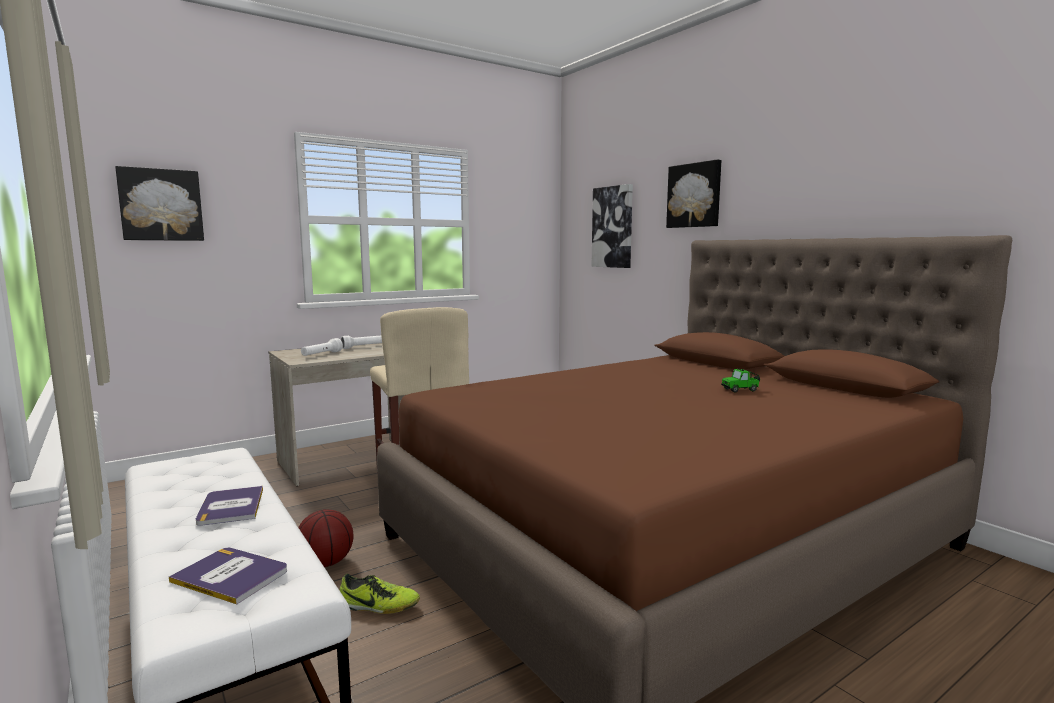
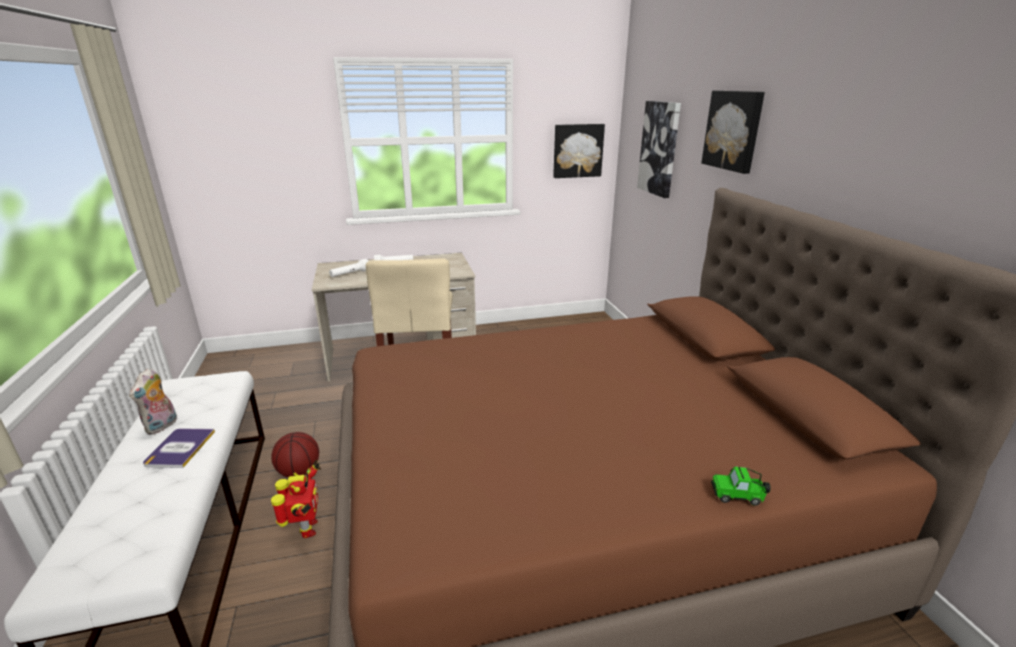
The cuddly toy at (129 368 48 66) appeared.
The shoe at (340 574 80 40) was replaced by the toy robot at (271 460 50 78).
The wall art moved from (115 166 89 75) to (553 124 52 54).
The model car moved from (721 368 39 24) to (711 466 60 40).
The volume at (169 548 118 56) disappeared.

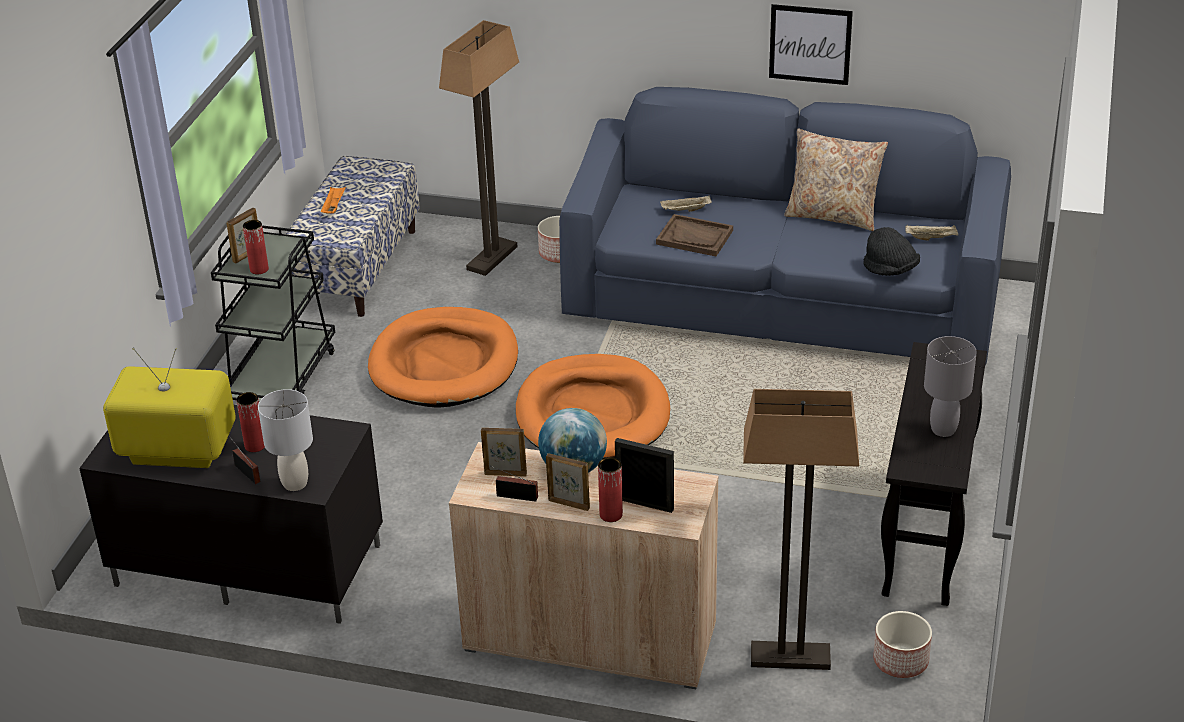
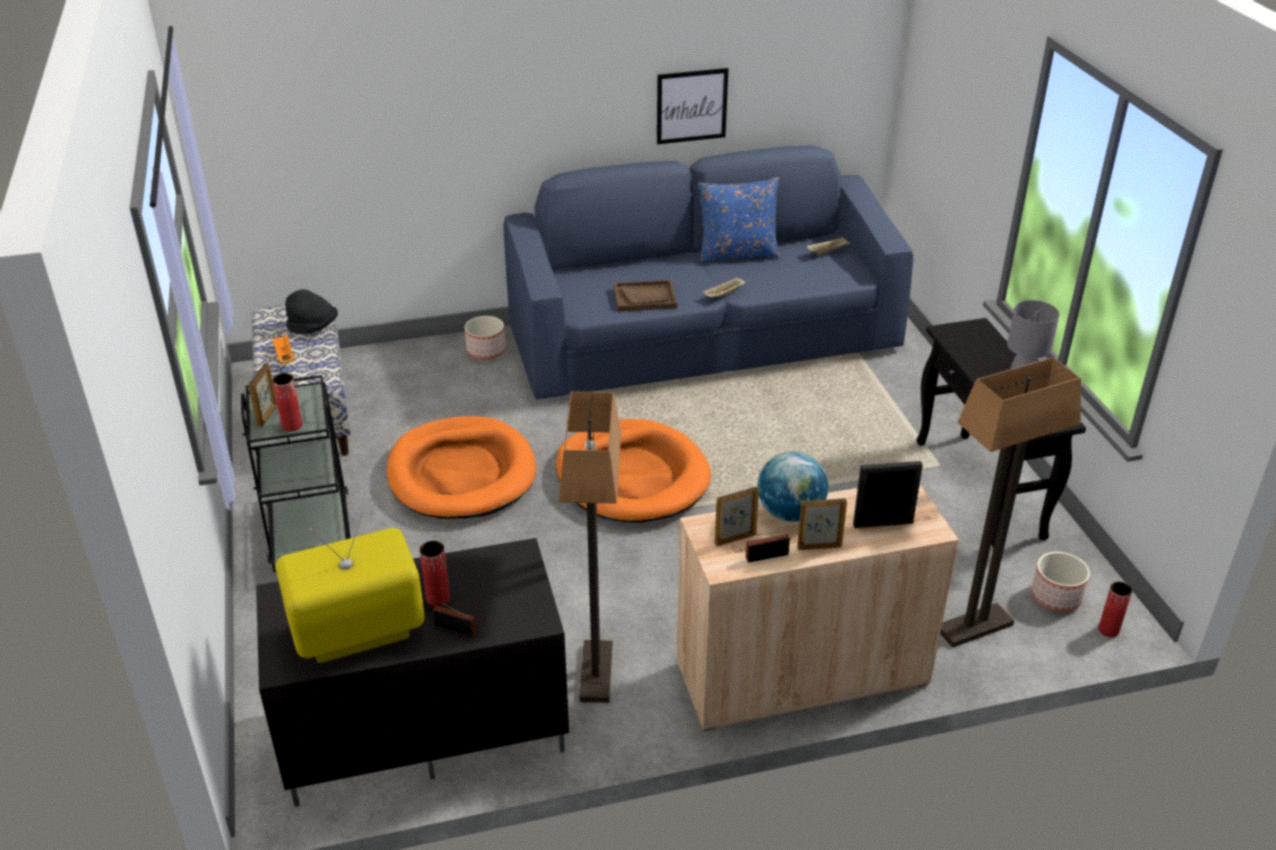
The clothing hat (blackish) moved from (863 227 57 49) to (285 289 53 45).
The standard lamp moved from (439 20 80 256) to (558 392 63 311).
The throw pillow (beige-coloured) at (784 129 104 102) became the throw pillow (bluish) at (698 177 82 86).
The carrying tray (beige-coloured) moved from (660 195 52 17) to (703 276 42 22).
The flower vase (red-coloured) moved from (598 458 25 64) to (1098 582 34 55).
The tabletop lamp (gray) at (258 389 55 102) disappeared.

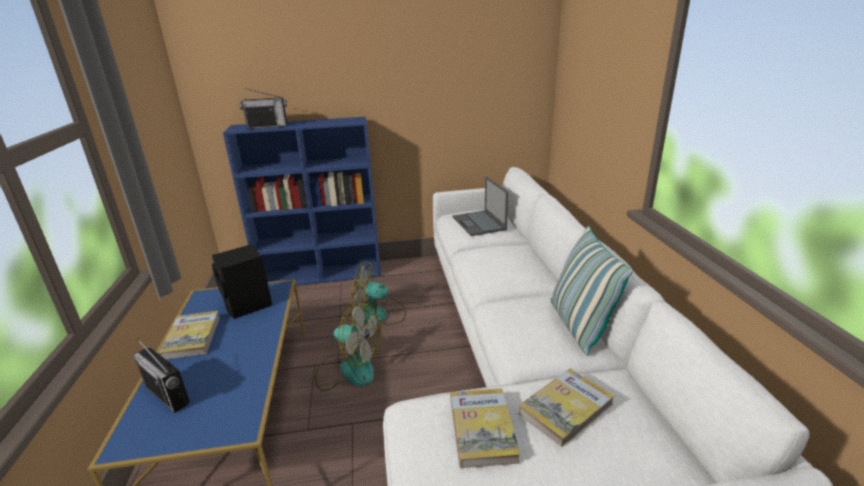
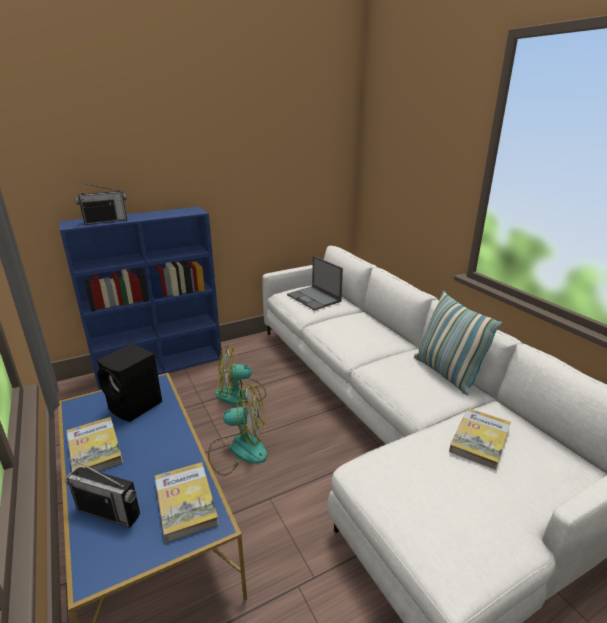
The volume moved from (450 388 71 80) to (155 462 64 80).

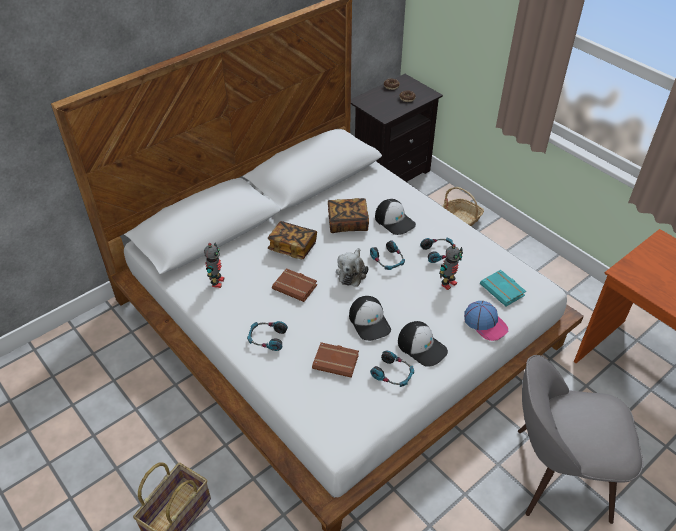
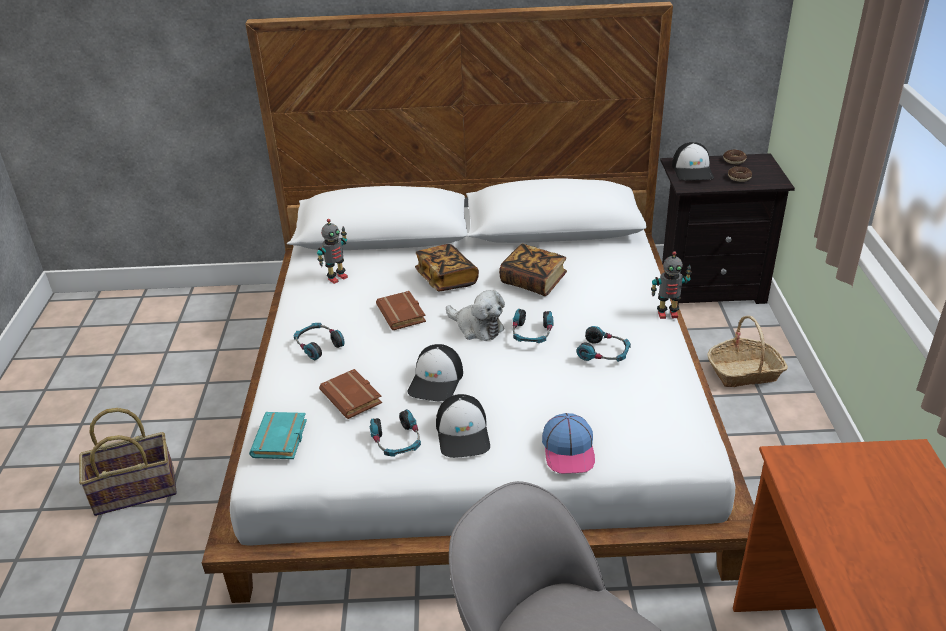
The volume (blue-green) moved from (480 270 46 36) to (249 412 58 47).
The cuddly toy at (336 248 32 39) turned 105 degrees counterclockwise.
The toy robot moved from (439 244 24 46) to (651 251 41 68).
The baseball cap moved from (375 199 41 36) to (672 142 42 38).

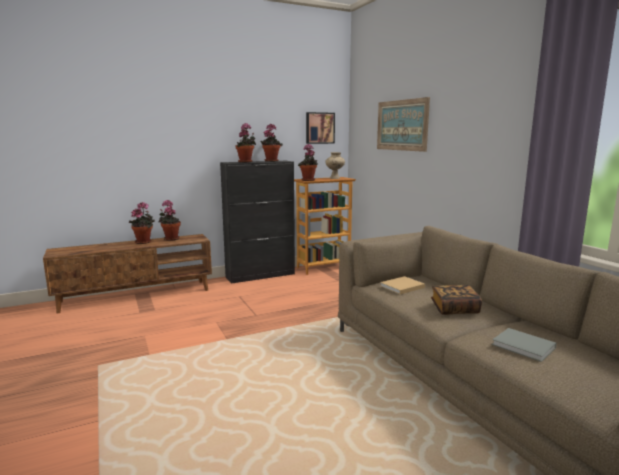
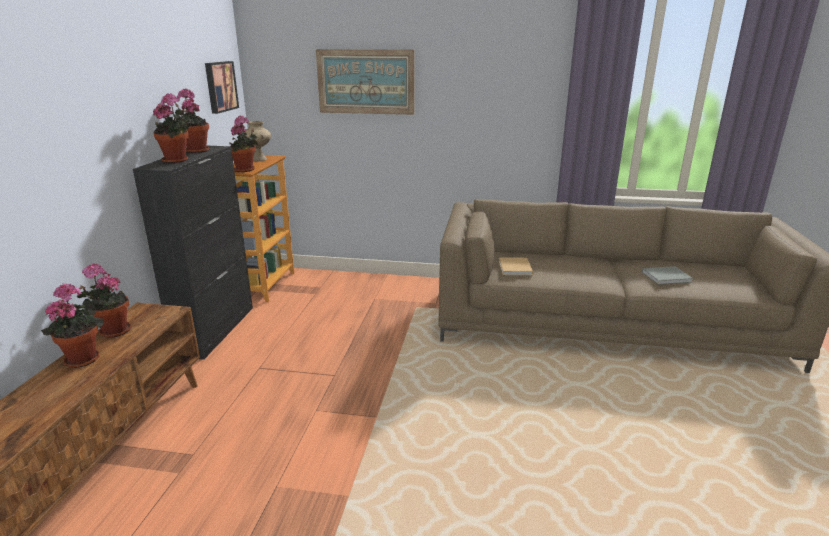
The volume at (431 285 51 30) disappeared.

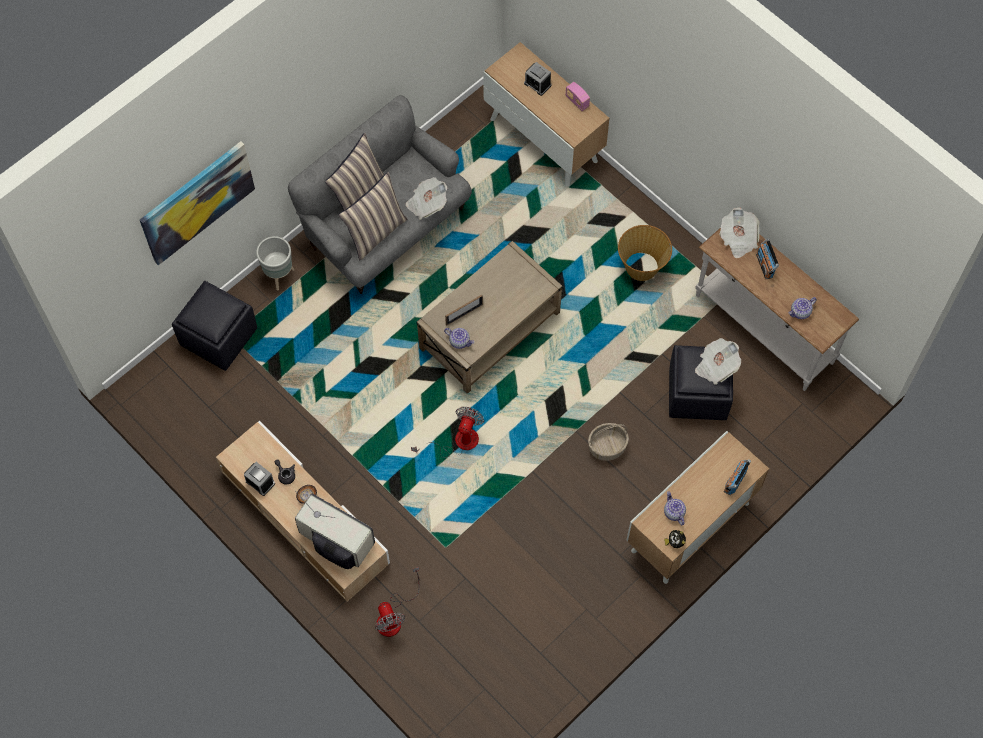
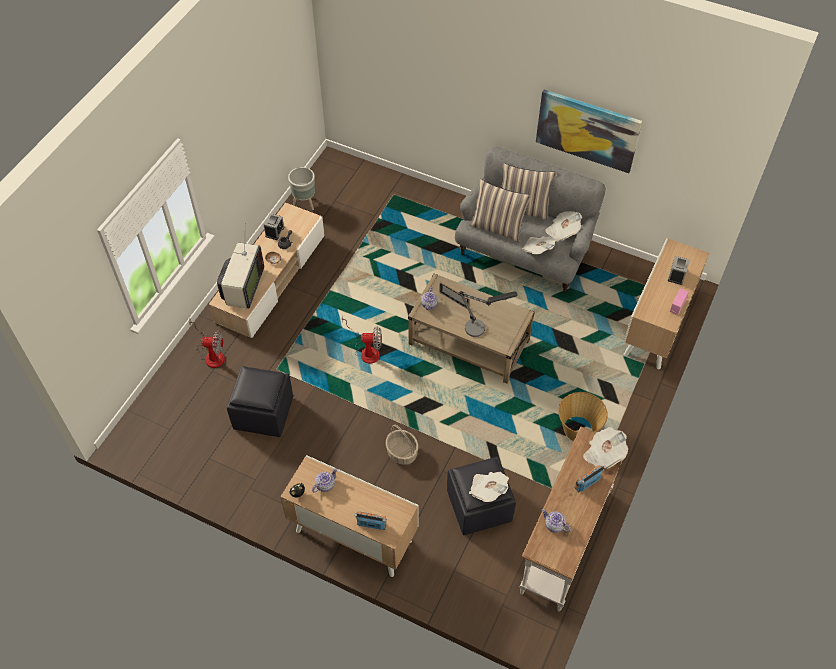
The fan at (375 567 45 70) turned 135 degrees counterclockwise.
The pouffe (blackish) moved from (172 281 85 90) to (227 366 66 71).
The flower pot (gray) moved from (256 236 39 54) to (288 167 27 43).
The tabletop lamp at (459 291 59 46) appeared.
The wall art moved from (140 141 115 124) to (536 90 106 83).
The printed paper at (546 211 36 31) appeared.

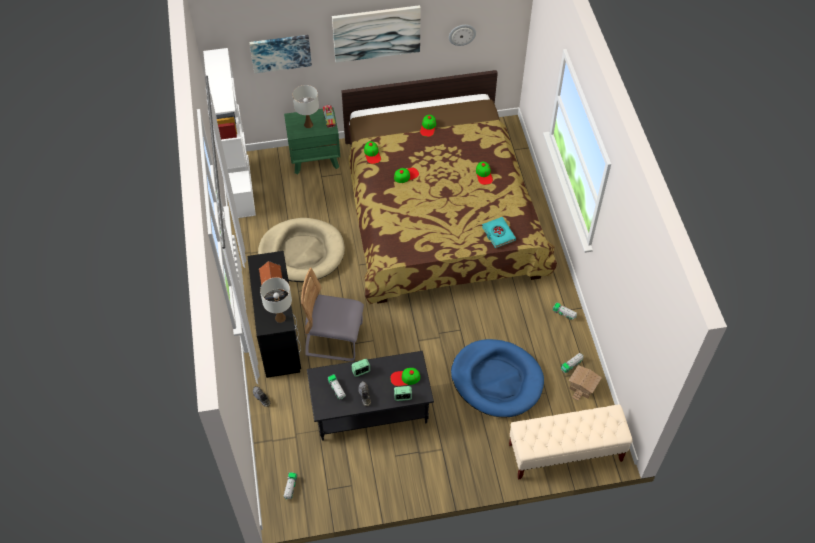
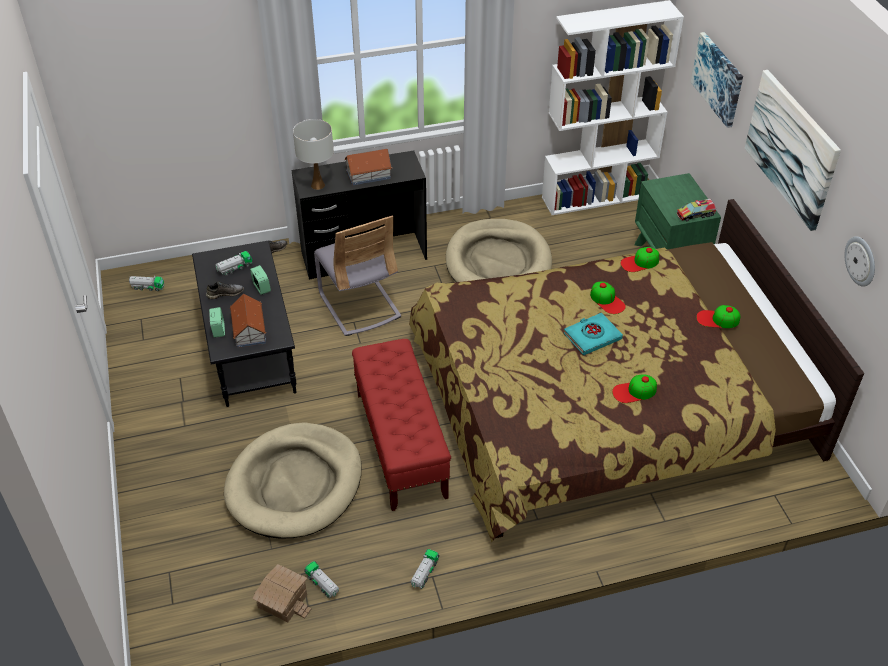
The dog bed (bluish) at (451 339 93 79) became the dog bed (beige-coloured) at (224 422 138 116).
The baseball cap at (390 368 30 18) was replaced by the toy house at (230 294 36 54).
The upright chair (gray) at (301 268 63 93) turned 150 degrees clockwise.
The long seat (red-coloured) at (352 339 99 172) appeared.
The volume (blue-green) moved from (482 217 34 31) to (564 313 59 42).
The tabletop lamp (whitish) at (293 85 26 43) disappeared.
The long seat (beige-coloured) at (509 404 123 75) disappeared.

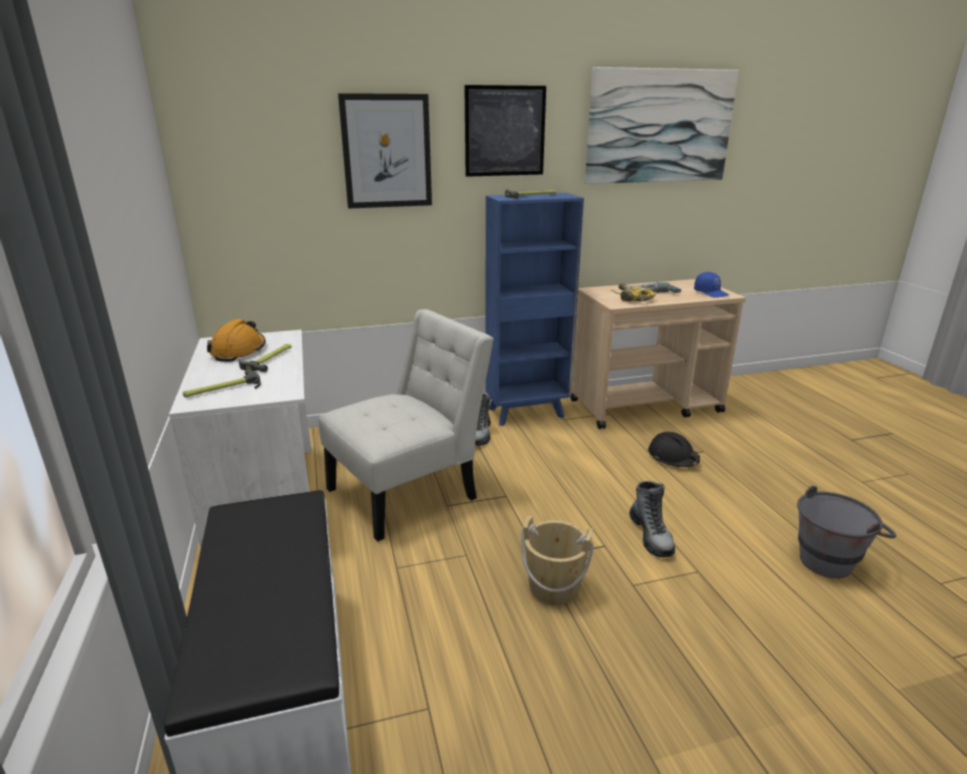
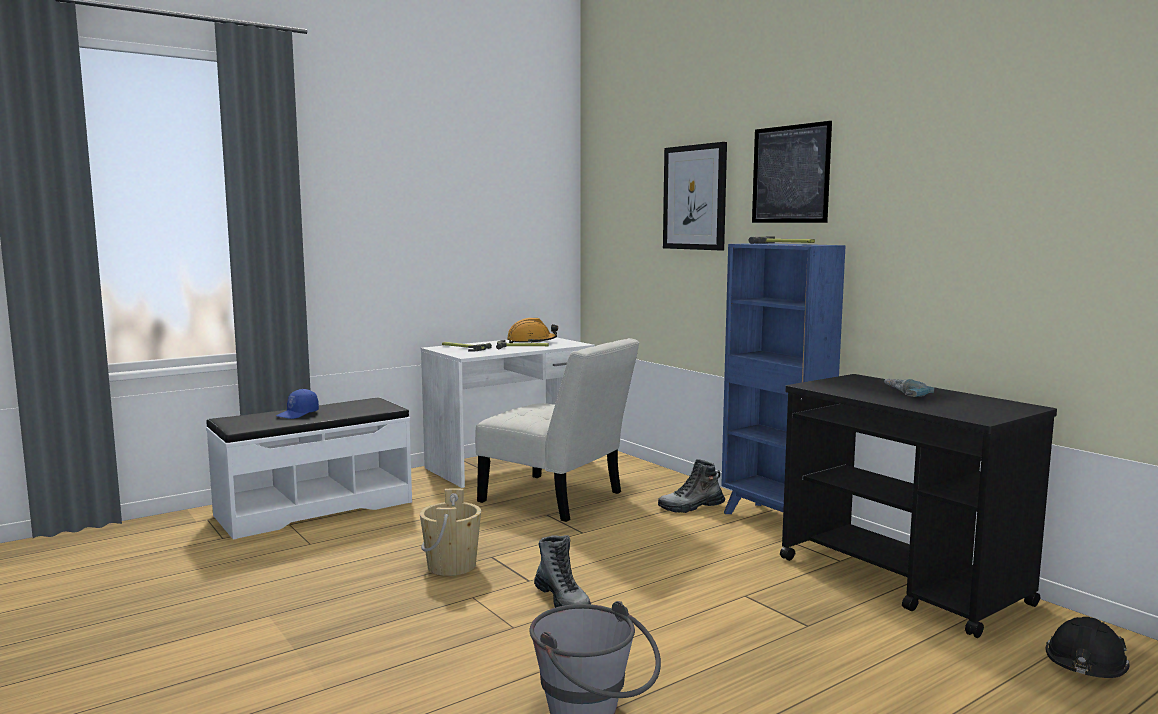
The baseball cap (bluish) moved from (694 272 35 26) to (276 389 43 30).
The boot at (629 481 46 76) turned 90 degrees counterclockwise.
The wheeled cart (beige-coloured) at (570 279 176 150) became the wheeled cart (blackish) at (780 374 277 264).
The hard hat (blackish) moved from (648 432 52 35) to (1045 617 85 61).
The wall art at (585 67 154 117) disappeared.
The drill at (610 283 46 19) disappeared.

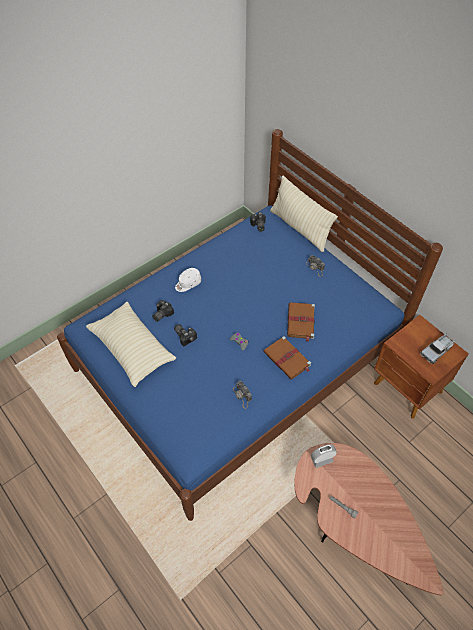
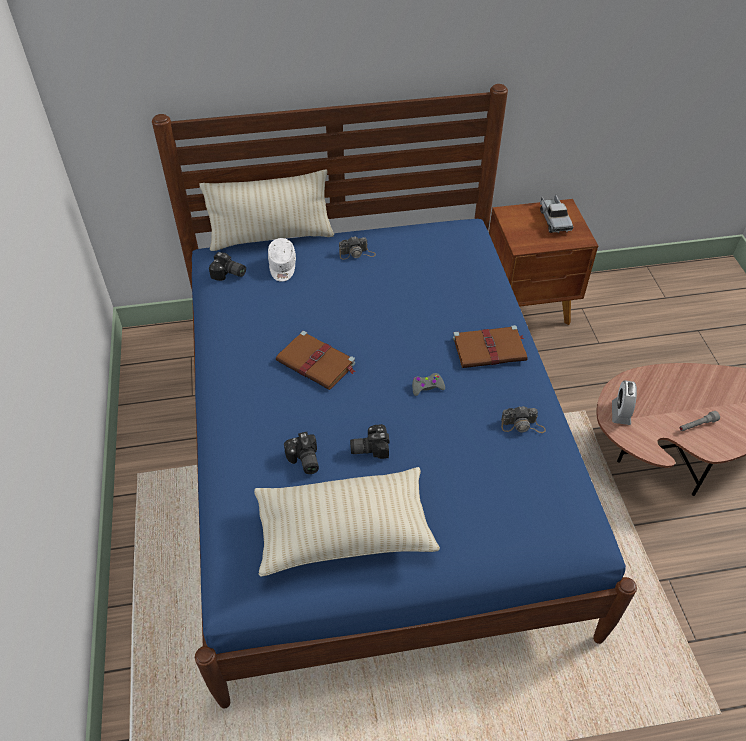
The baseball cap (whitish) moved from (175 268 26 24) to (268 238 28 44).
The volume (brown) moved from (287 302 28 40) to (276 331 80 59).

